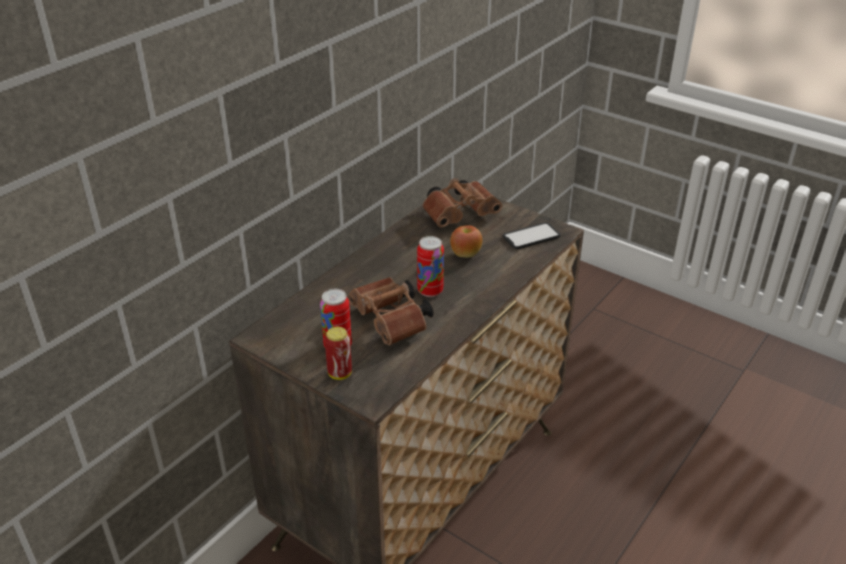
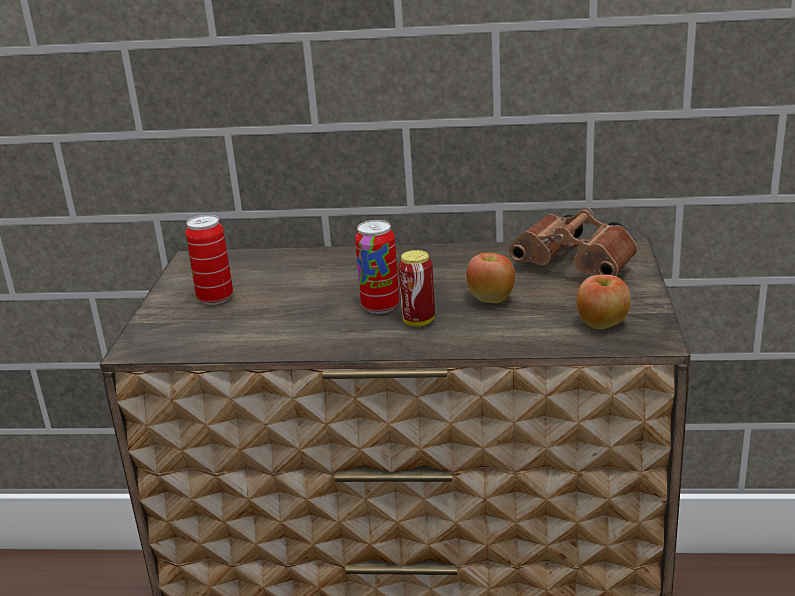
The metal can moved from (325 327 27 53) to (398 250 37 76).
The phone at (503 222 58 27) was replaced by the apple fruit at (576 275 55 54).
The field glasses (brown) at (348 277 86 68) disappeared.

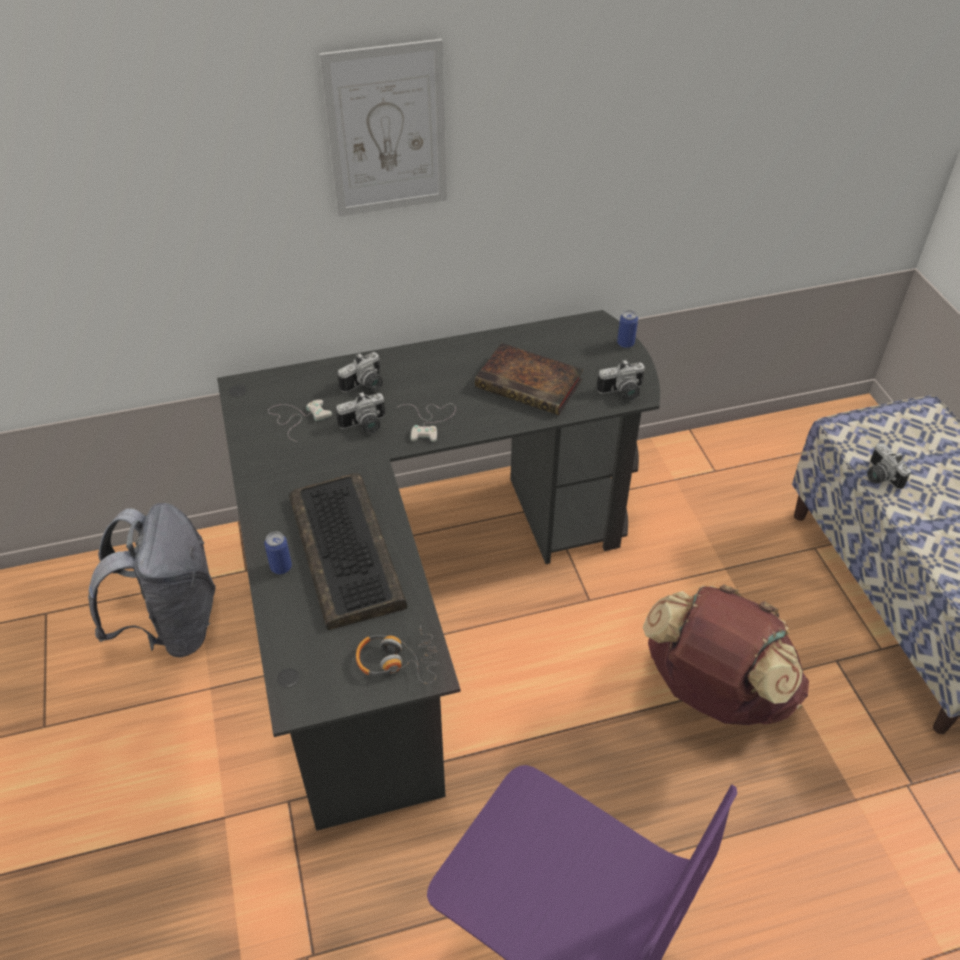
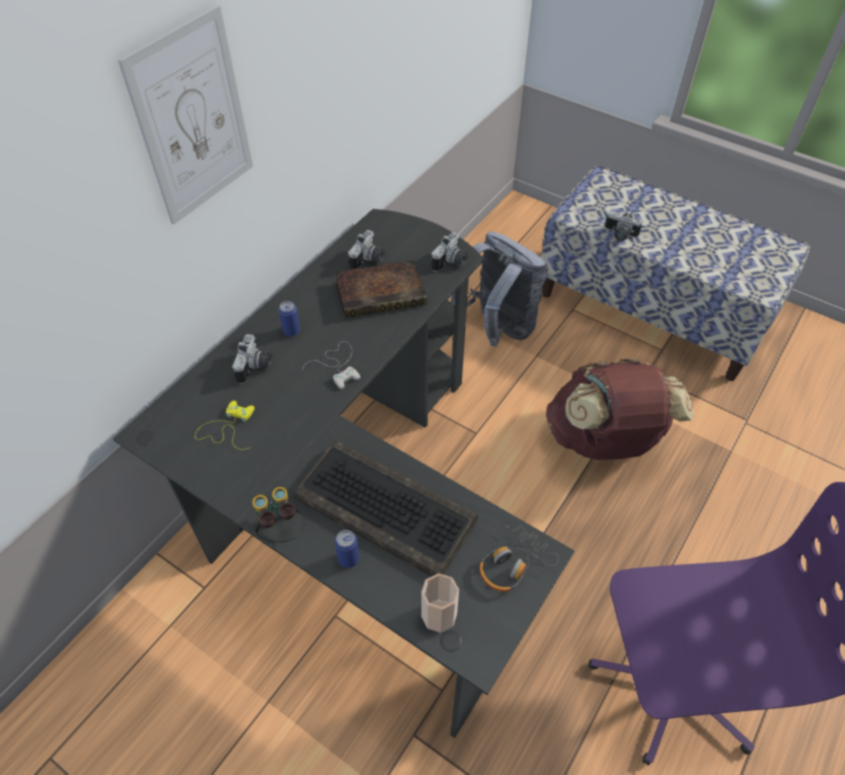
The game controller (whitish) at (268 399 64 43) became the game controller (yellowish) at (195 401 60 49).
The field glasses at (252 487 53 55) appeared.
The metal can moved from (617 310 21 38) to (279 301 21 36).
The photo camera moved from (336 392 49 41) to (348 230 37 40).
The cup at (421 573 38 60) appeared.
The knapsack (gray) moved from (88 503 127 155) to (451 232 97 115).

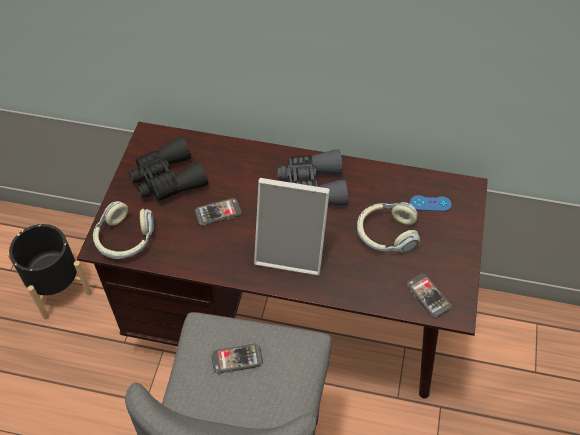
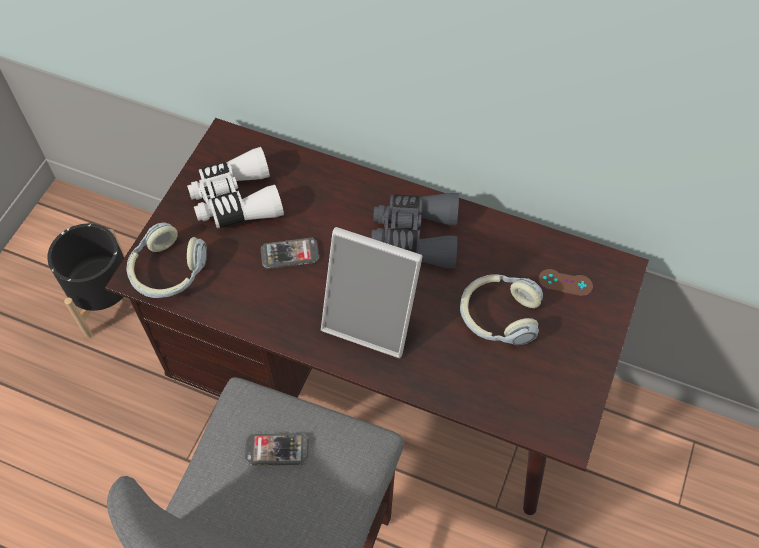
The field glasses (blackish) at (129 136 79 65) became the field glasses (whitish) at (187 147 97 82).
The game controller (bluish) at (410 195 42 16) became the game controller (brown) at (538 269 55 27).
The phone at (407 274 44 44) disappeared.

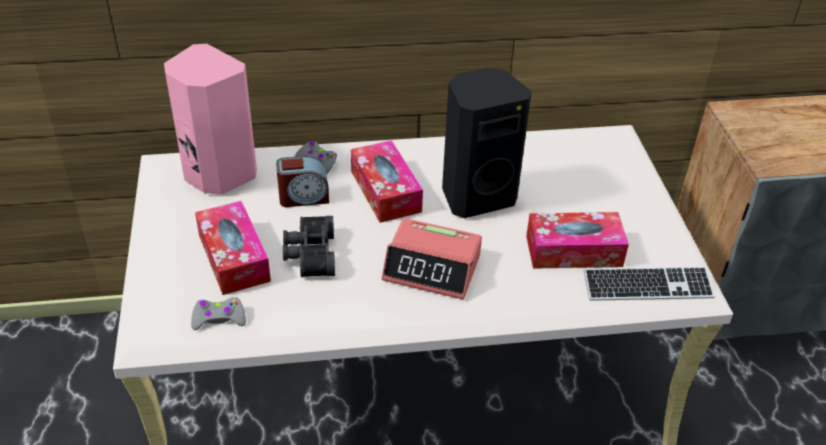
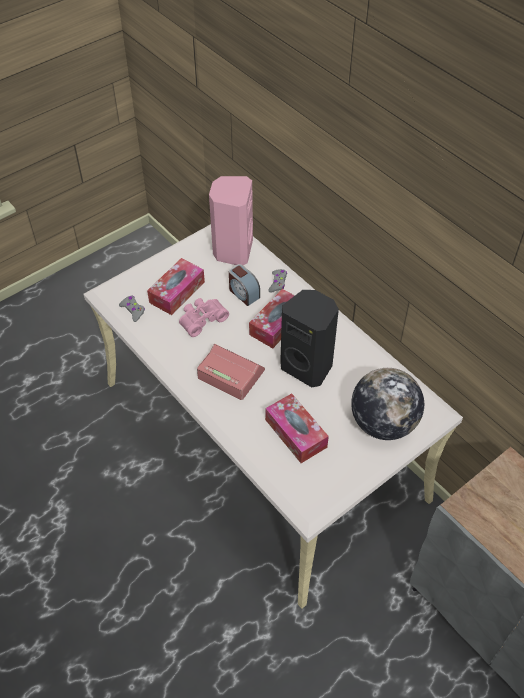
The field glasses (blackish) at (283 216 52 61) became the field glasses (pink) at (179 298 50 39).
The table clock at (382 218 100 81) turned 135 degrees clockwise.
The world globe at (351 368 73 72) appeared.
The keyboard at (584 267 131 34) disappeared.

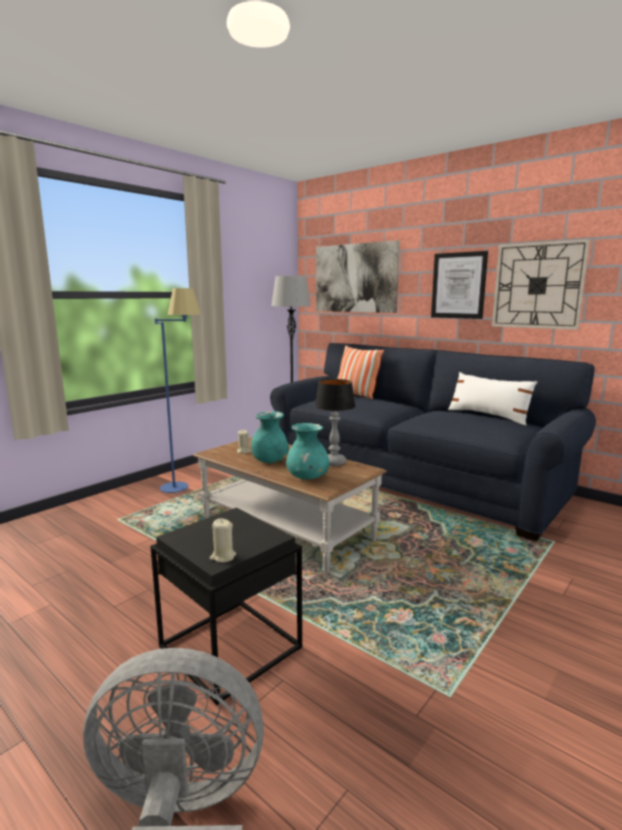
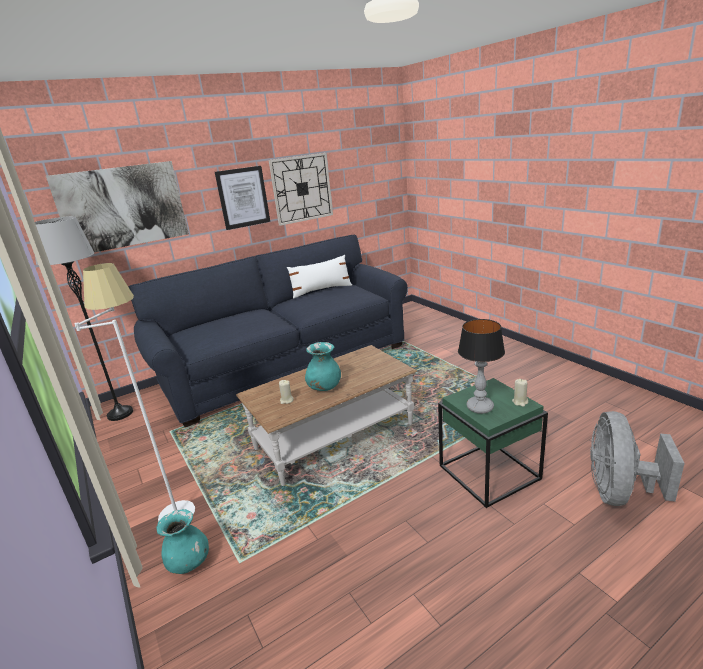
The standard lamp (bluish) at (155 288 46 205) became the standard lamp (whitish) at (75 263 120 258).
The flower vase (blue-green) moved from (286 423 44 57) to (156 509 53 65).
The side table (blackish) at (150 508 152 197) became the side table (green-coloured) at (438 378 110 130).
The tabletop lamp moved from (315 379 41 87) to (458 319 47 95).
The throw pillow at (337 345 47 54) disappeared.

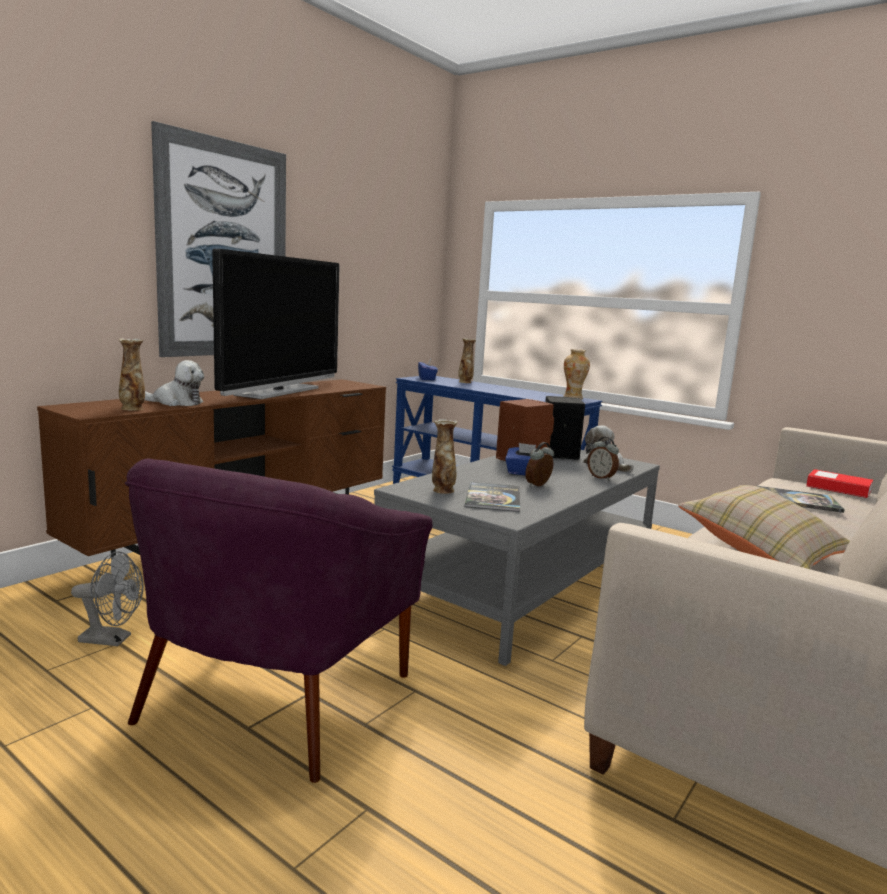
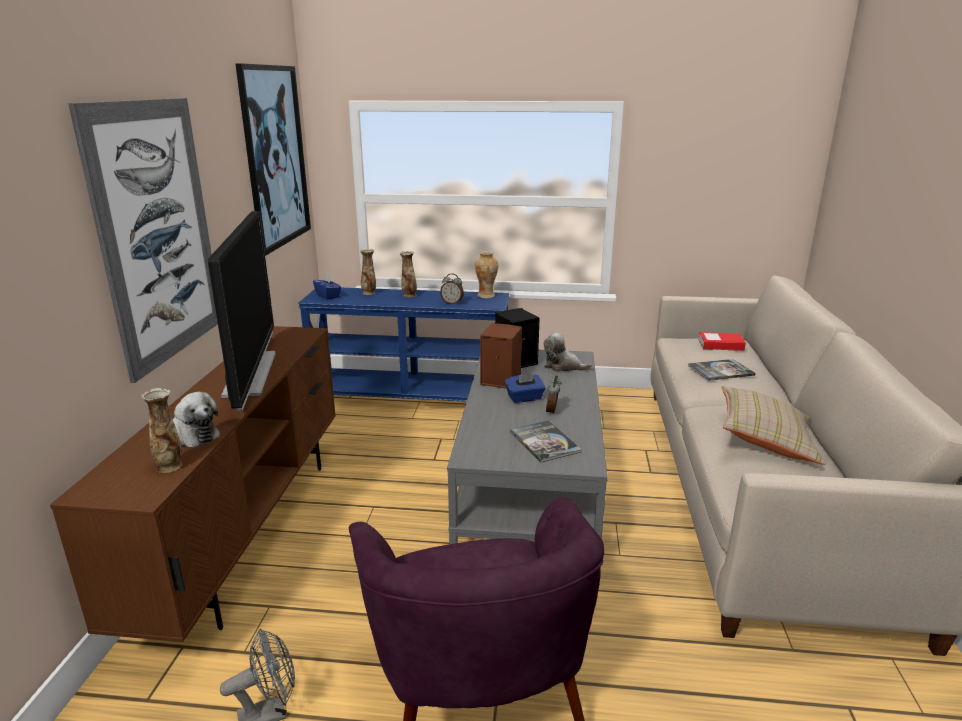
The cuddly toy at (144 360 60 46) turned 60 degrees clockwise.
The wall art at (236 63 75 193) appeared.
The flower vase moved from (432 419 26 75) to (399 251 18 47).
The table clock moved from (588 437 31 44) to (440 273 24 32).

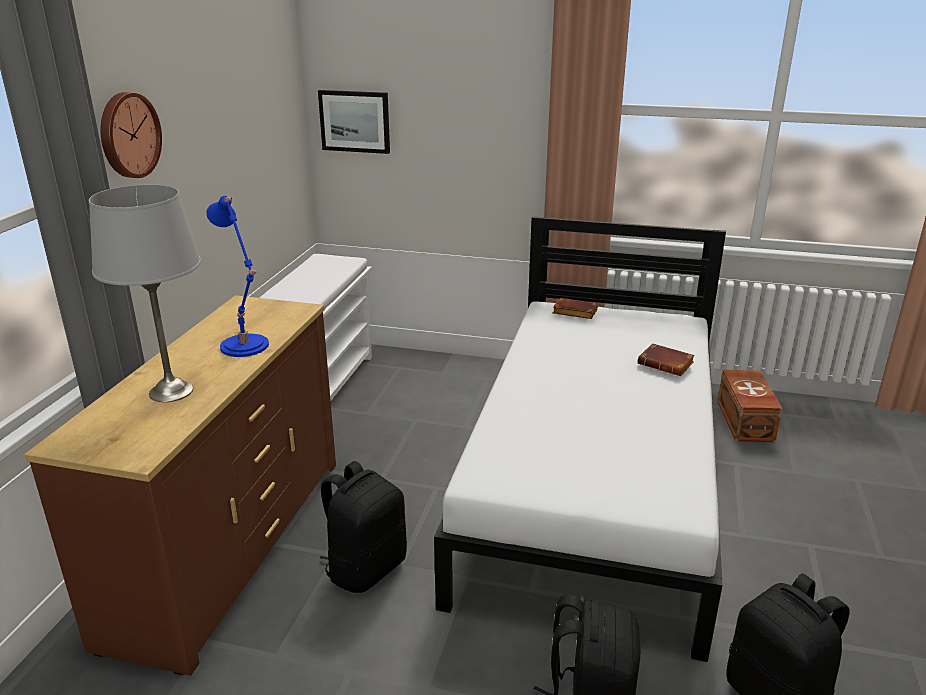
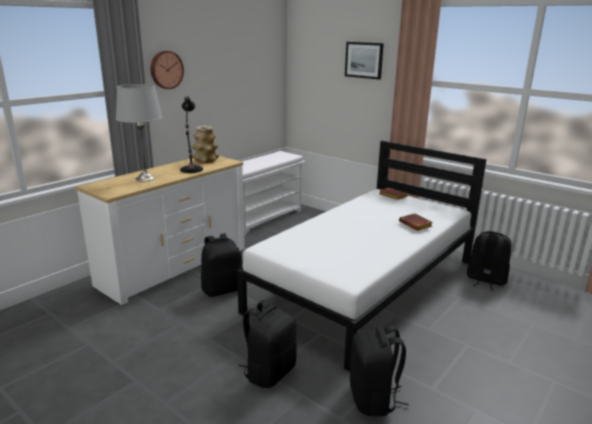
The chest of drawers (brown) at (24 295 312 381) became the chest of drawers (whitish) at (75 156 170 149).
The tabletop lamp (bluish) at (206 196 63 161) became the tabletop lamp (blackish) at (180 96 23 77).
The flower vase at (191 126 28 37) appeared.
The wall art moved from (318 90 72 64) to (345 42 39 38).
The storage box (brown) at (717 370 66 72) was replaced by the knapsack (blackish) at (467 231 45 60).

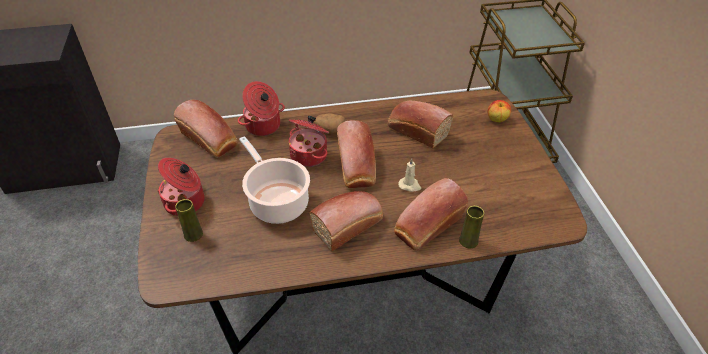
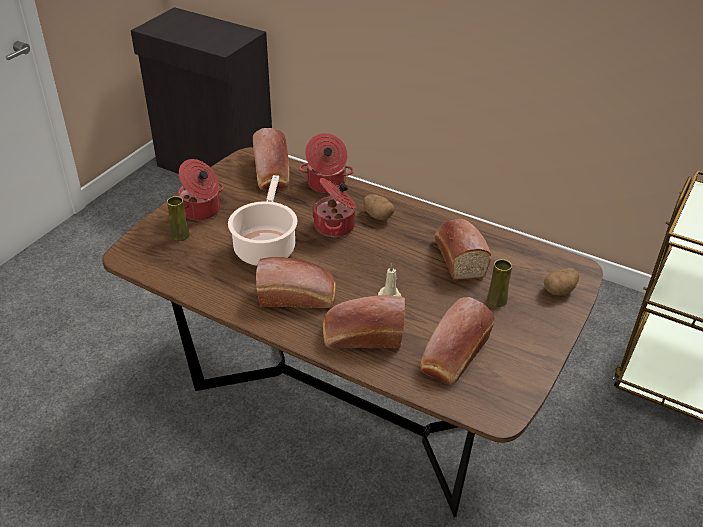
The bread moved from (337 120 39 68) to (420 297 75 88).
The flower vase (yellowish) moved from (459 206 25 42) to (487 259 25 48).
The apple fruit at (488 100 23 22) was replaced by the spud at (544 268 35 28).

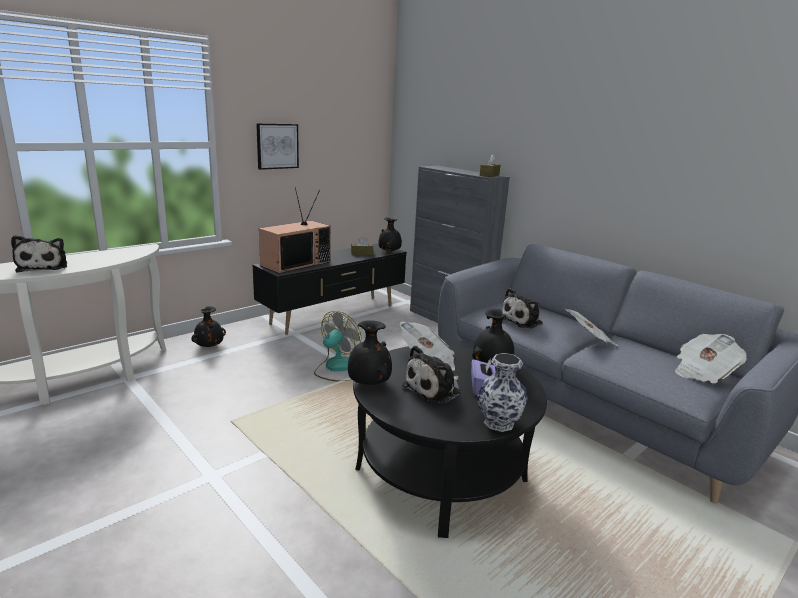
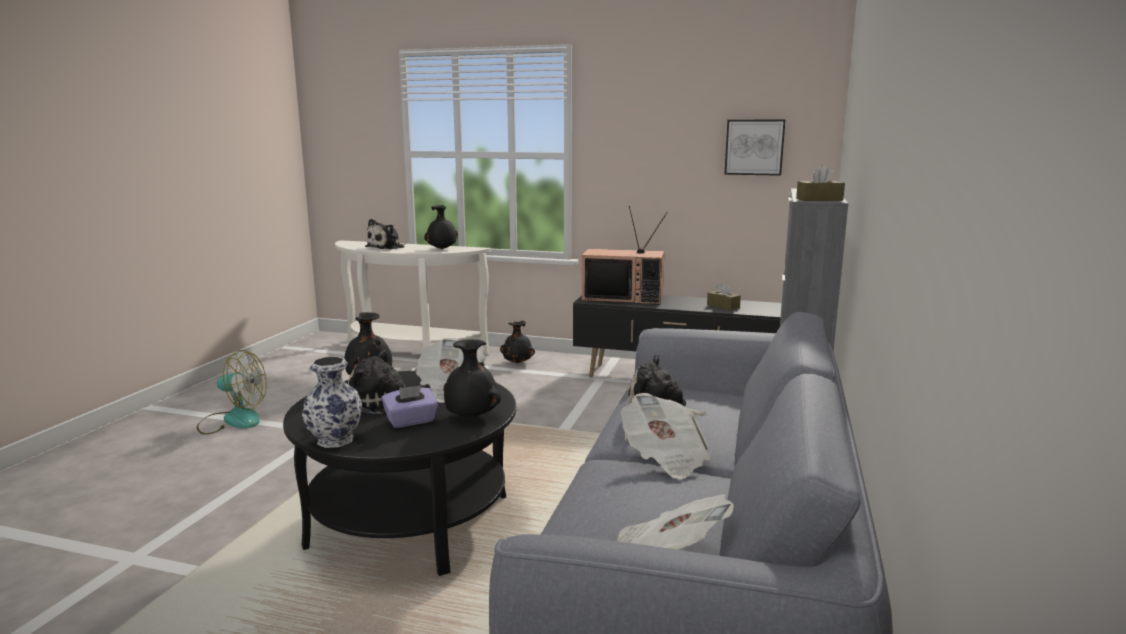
The fan moved from (314 311 47 71) to (197 350 70 85).
The flower vase (blackish) moved from (378 217 24 35) to (424 205 34 44).
The wall art moved from (256 123 43 47) to (724 120 61 56).

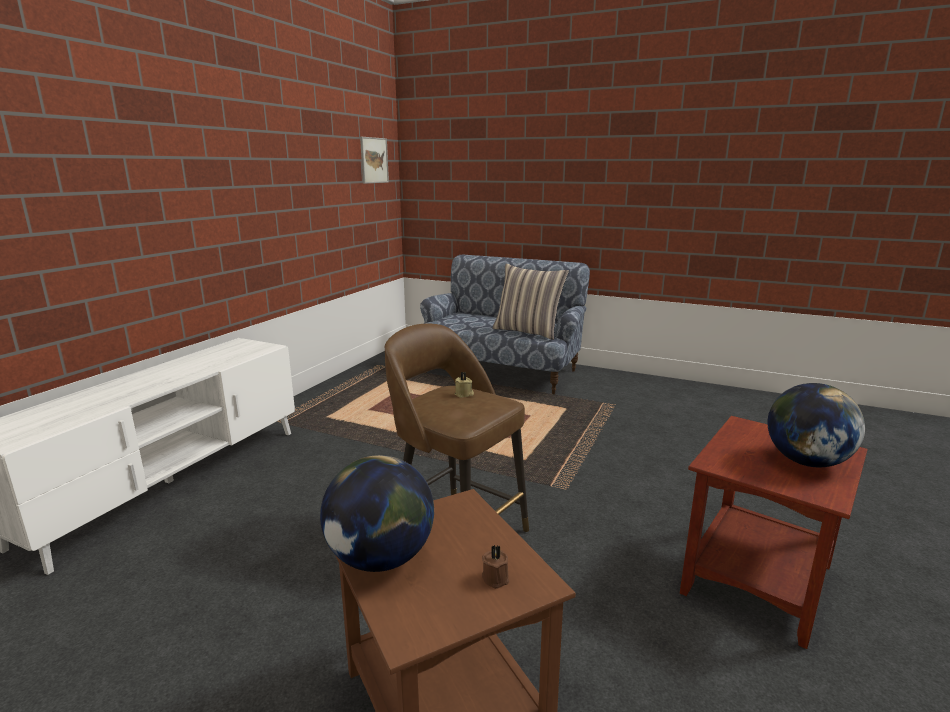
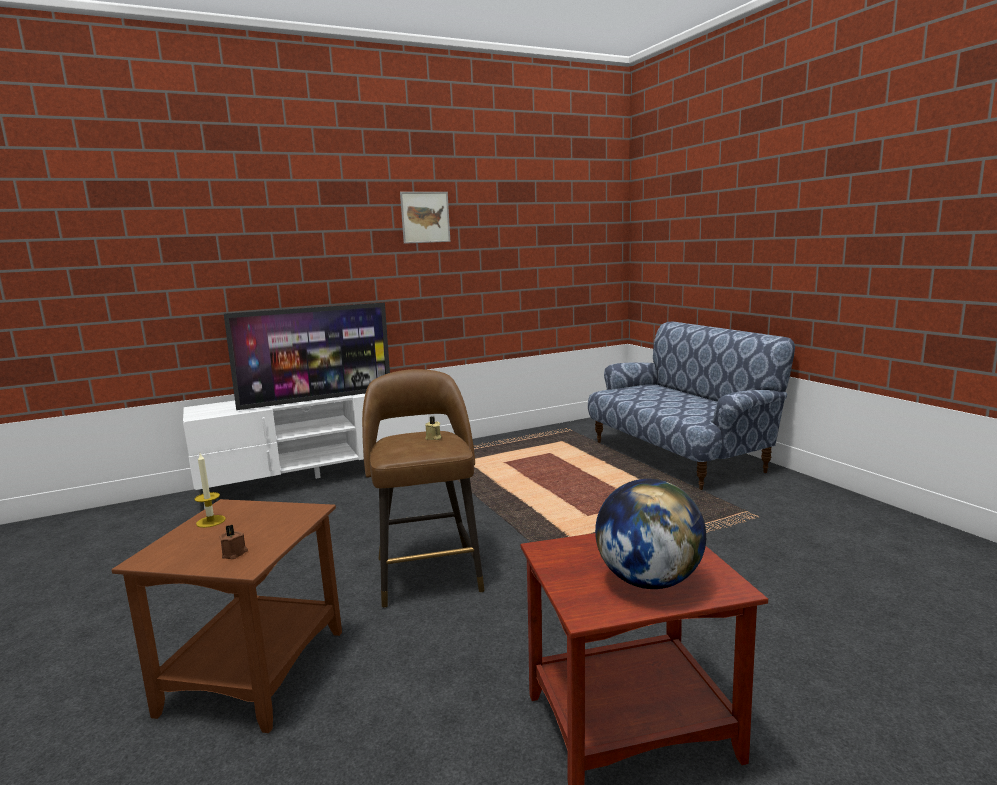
The world globe at (320 455 114 117) was replaced by the candle at (194 453 32 75).
The TV at (224 302 166 108) appeared.
The wall art moved from (360 137 29 47) to (400 192 50 52).
The throw pillow at (493 264 76 76) disappeared.

